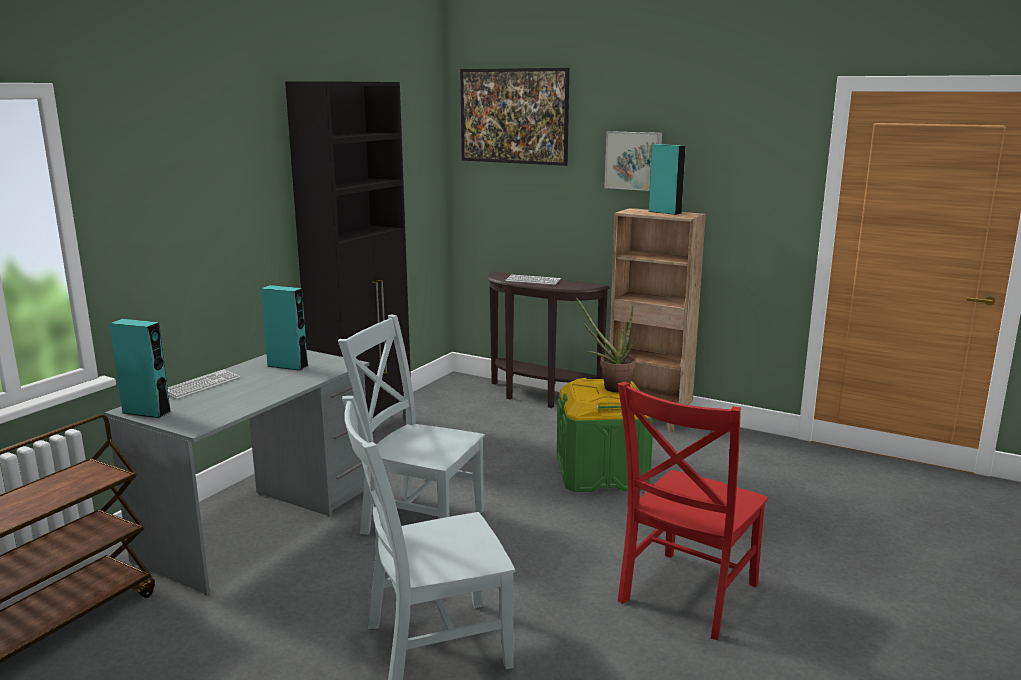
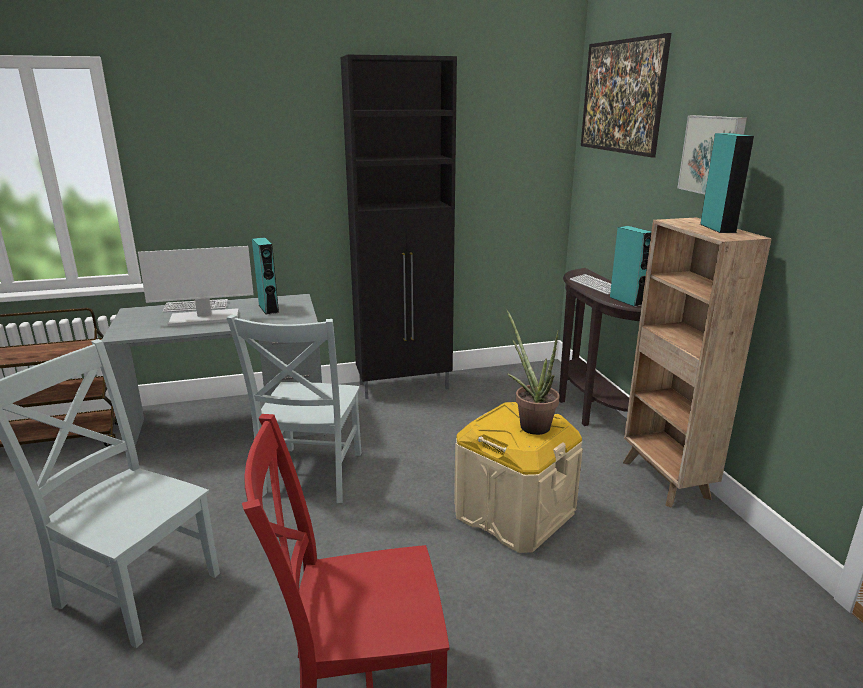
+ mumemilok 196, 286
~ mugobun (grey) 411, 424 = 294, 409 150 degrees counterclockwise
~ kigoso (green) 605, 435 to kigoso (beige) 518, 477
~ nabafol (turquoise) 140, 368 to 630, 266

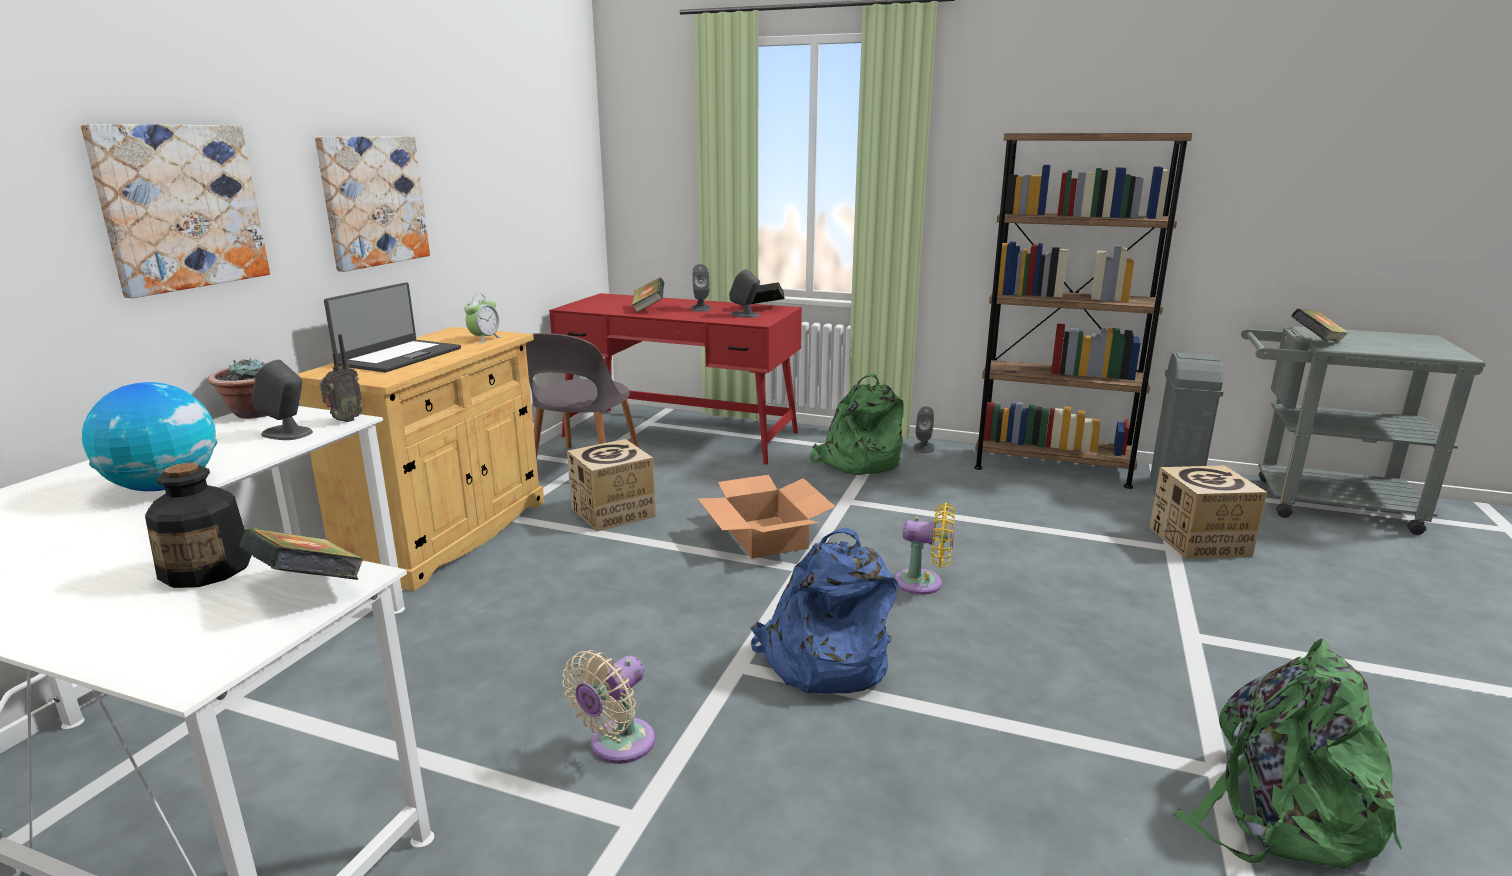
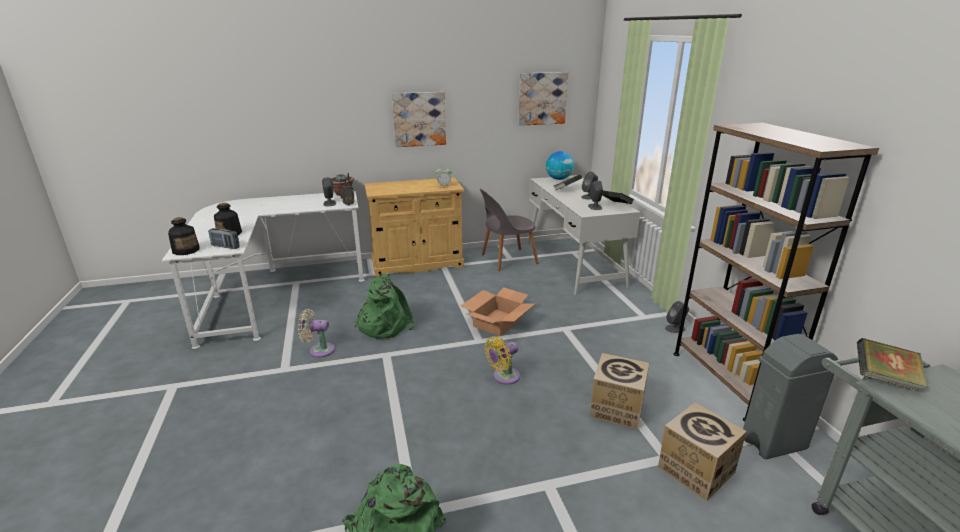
+ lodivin 184, 236
~ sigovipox 302, 554 to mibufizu 224, 238
~ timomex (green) 857, 424 to 384, 306
~ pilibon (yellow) 925, 549 = 502, 360 75 degrees clockwise
~ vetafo 175, 211 to 543, 99
~ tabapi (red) 675, 379 to tabapi (white) 584, 235
~ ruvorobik 149, 436 to 560, 165
~ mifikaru 611, 485 to 619, 391
- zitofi 392, 327
- timomex (blue) 824, 610

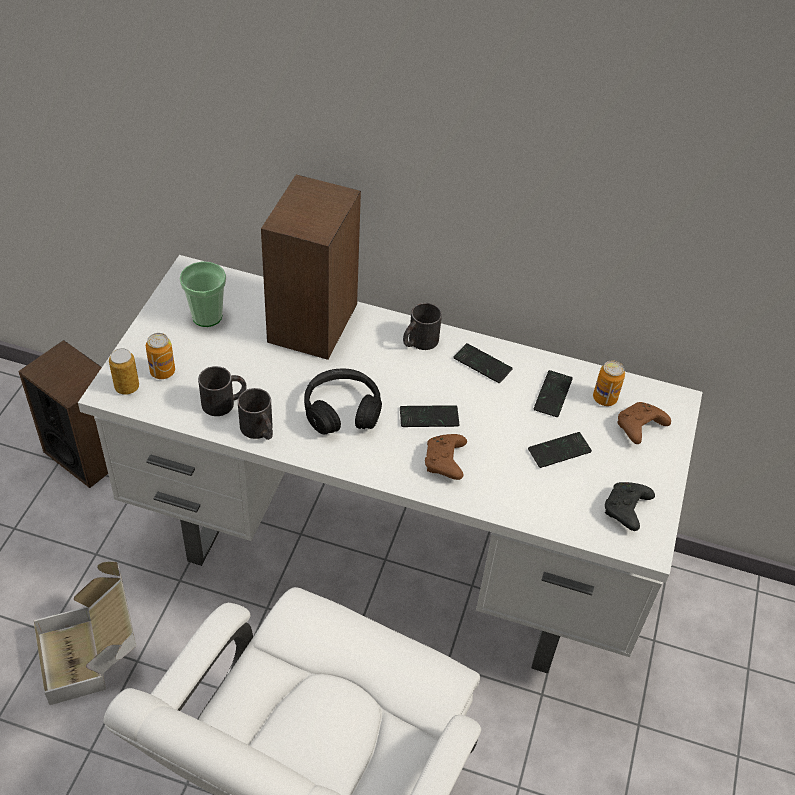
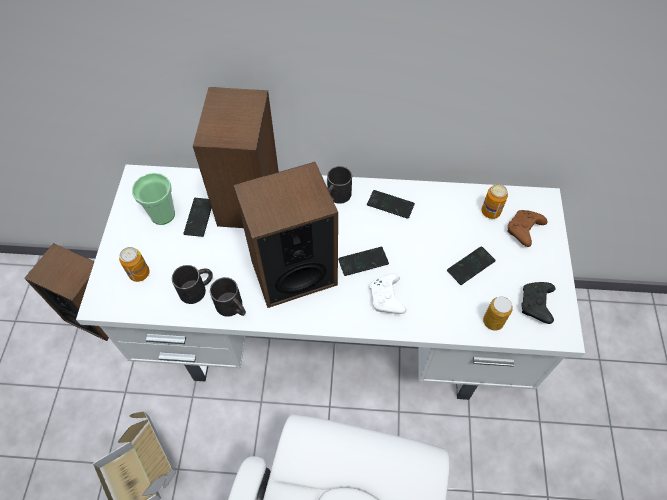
~ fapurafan 553, 393 to 197, 217
~ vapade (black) 343, 401 to nabafol 285, 235
~ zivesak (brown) 446, 457 to zivesak (white) 388, 293
~ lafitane 124, 371 to 498, 313

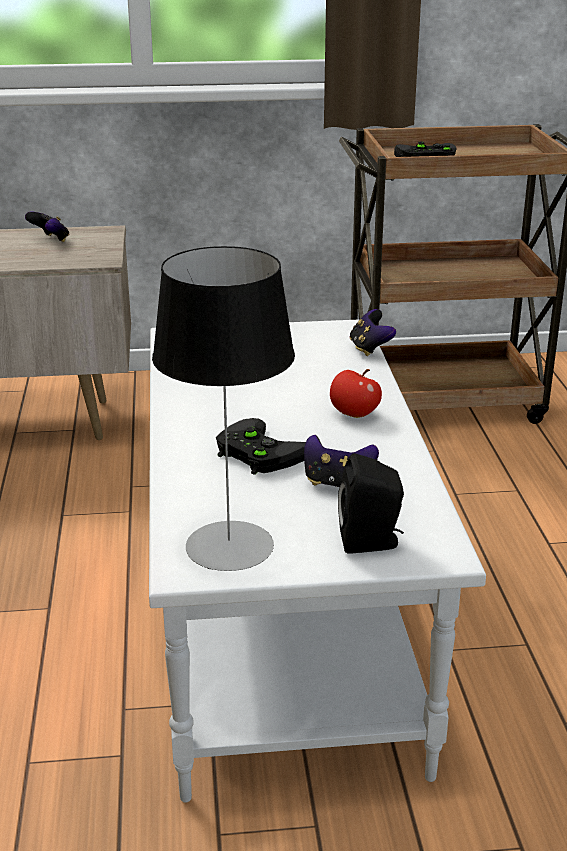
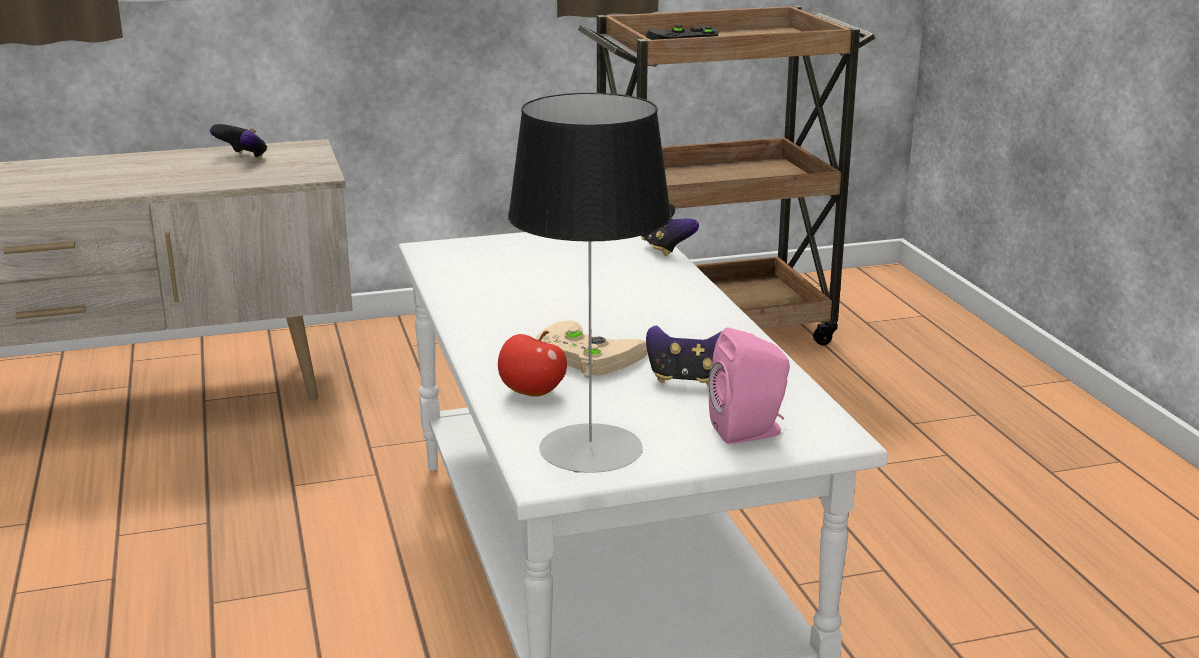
~ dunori 356, 393 to 532, 364
~ zivesak (black) 261, 446 to zivesak (beige) 591, 349
~ nabafol (black) 371, 503 to nabafol (pink) 749, 386

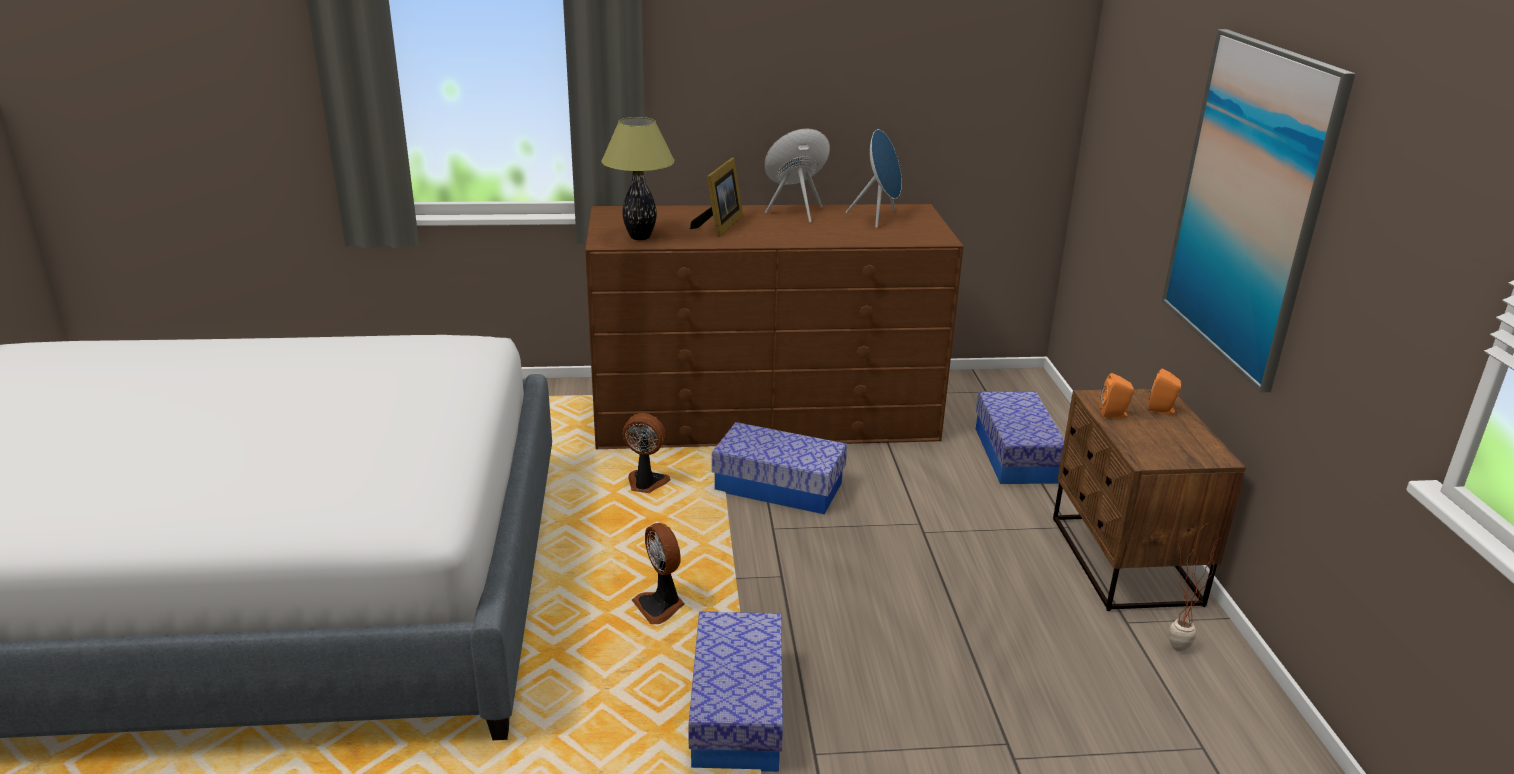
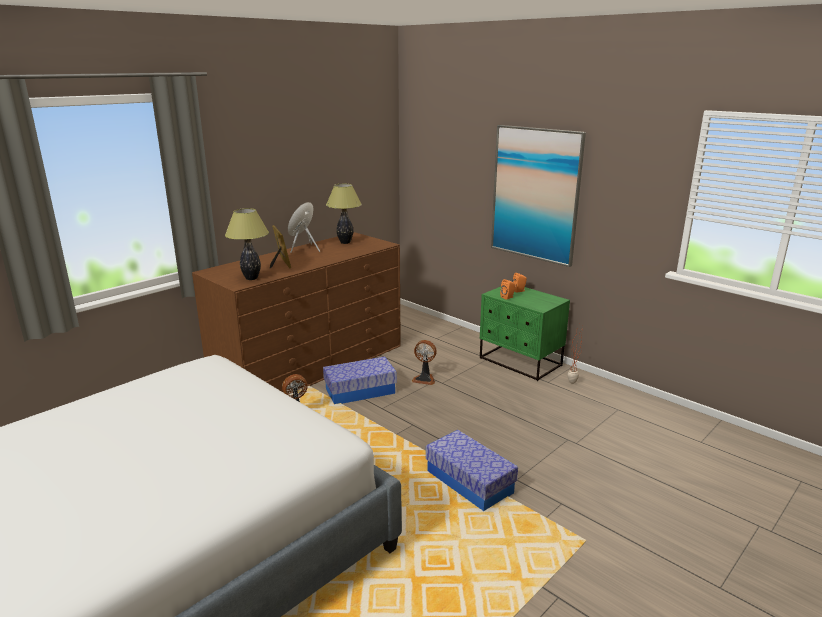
~ nabafol (blue) 874, 178 to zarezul 344, 214
~ pilibon 658, 573 to 424, 362
~ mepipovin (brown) 1149, 500 to mepipovin (green) 525, 333
- kigoso 1020, 437

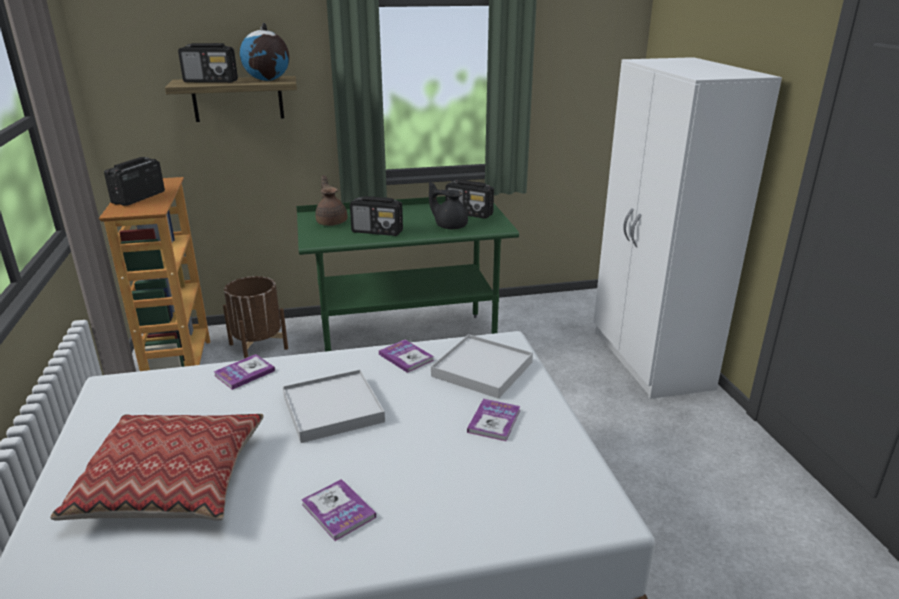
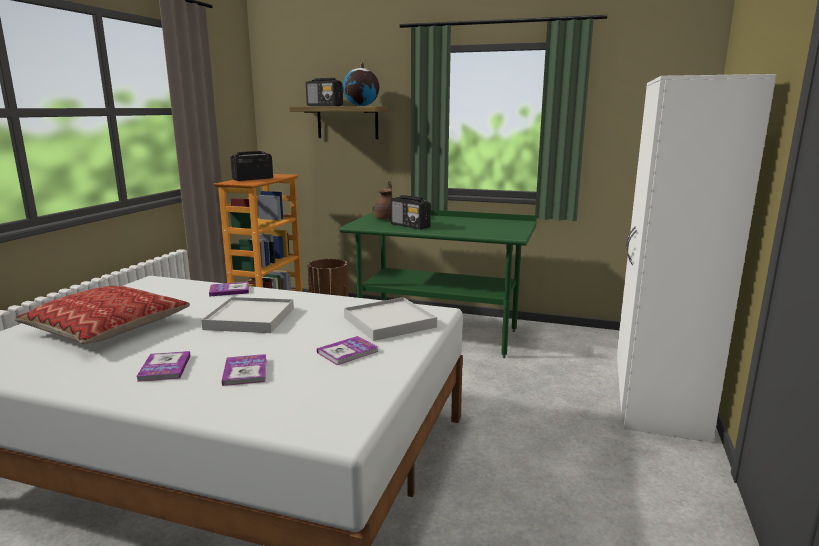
~ sigovipox 406, 356 to 244, 370
- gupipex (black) 448, 205
- mibufizu 470, 199

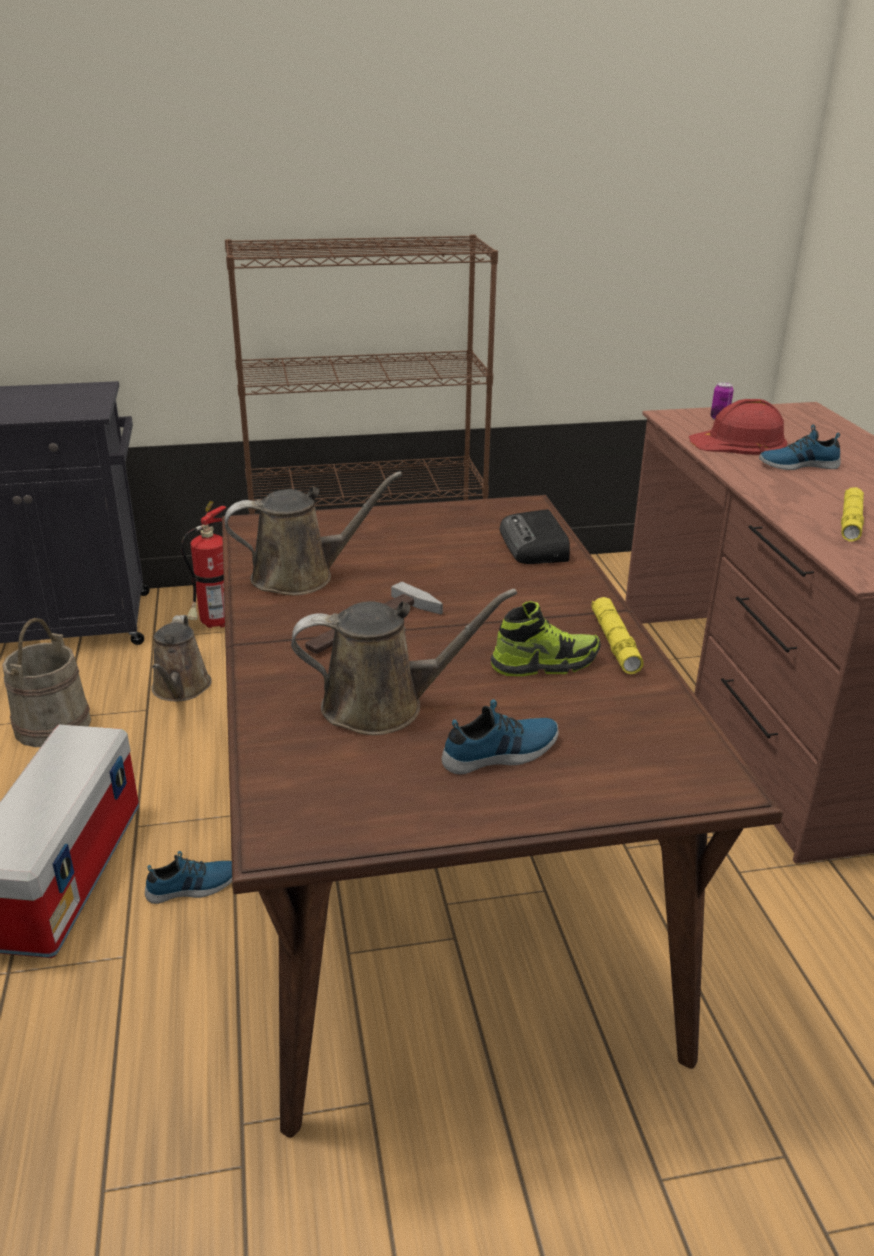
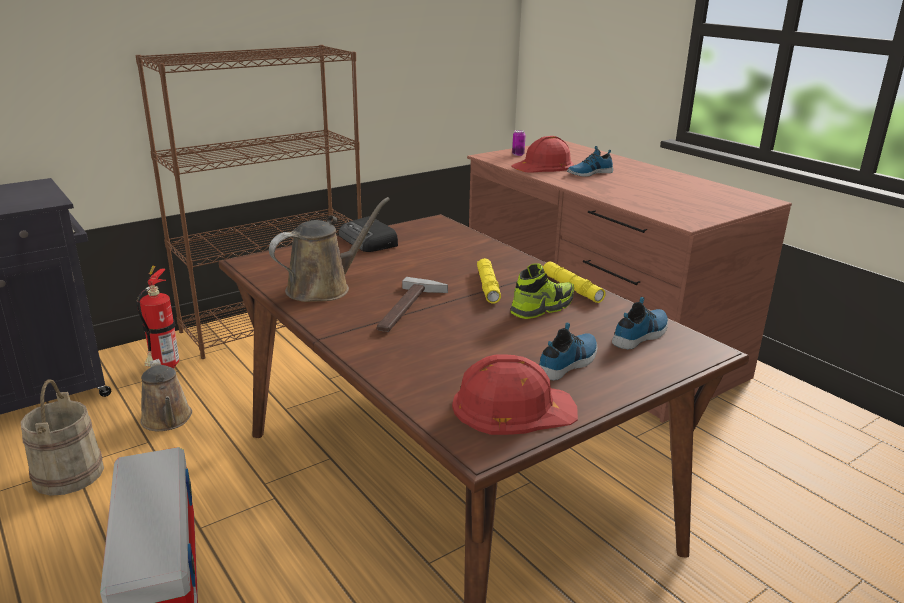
~ mibufizu 535, 536 to 368, 234
+ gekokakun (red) 515, 394
~ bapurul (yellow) 852, 514 to 489, 281
~ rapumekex 188, 877 to 640, 323
- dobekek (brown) 404, 662

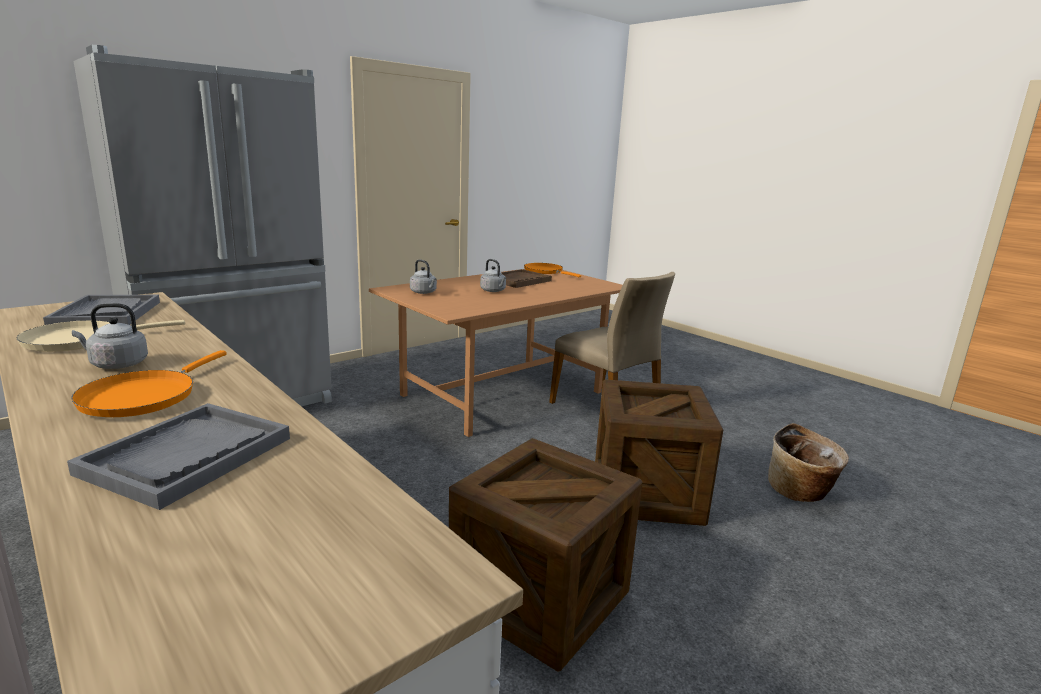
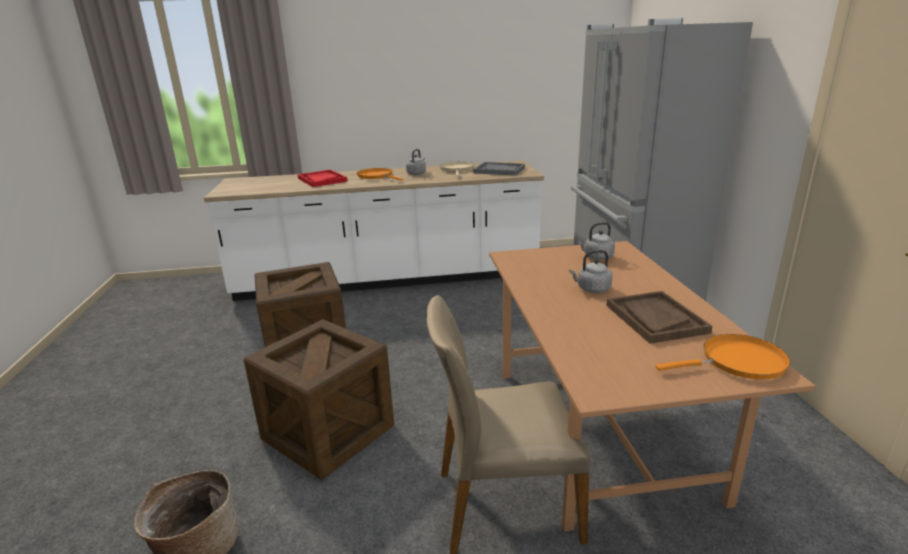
~ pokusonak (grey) 178, 456 to pokusonak (red) 322, 178

